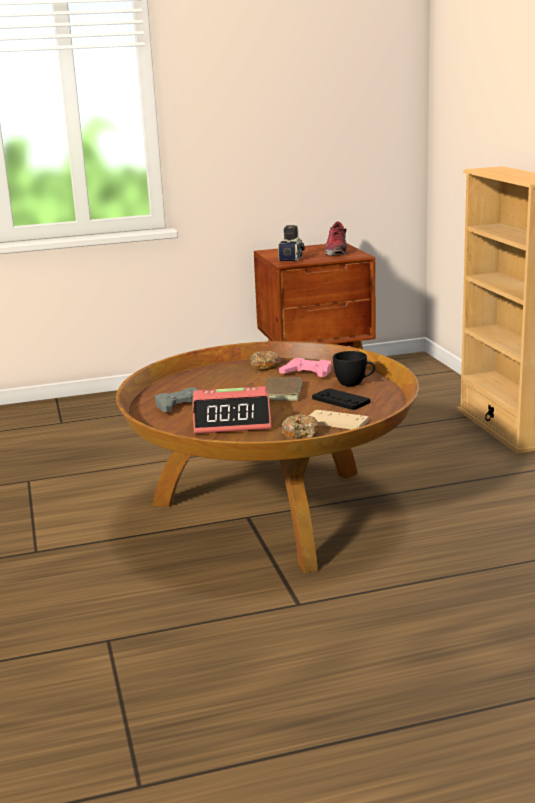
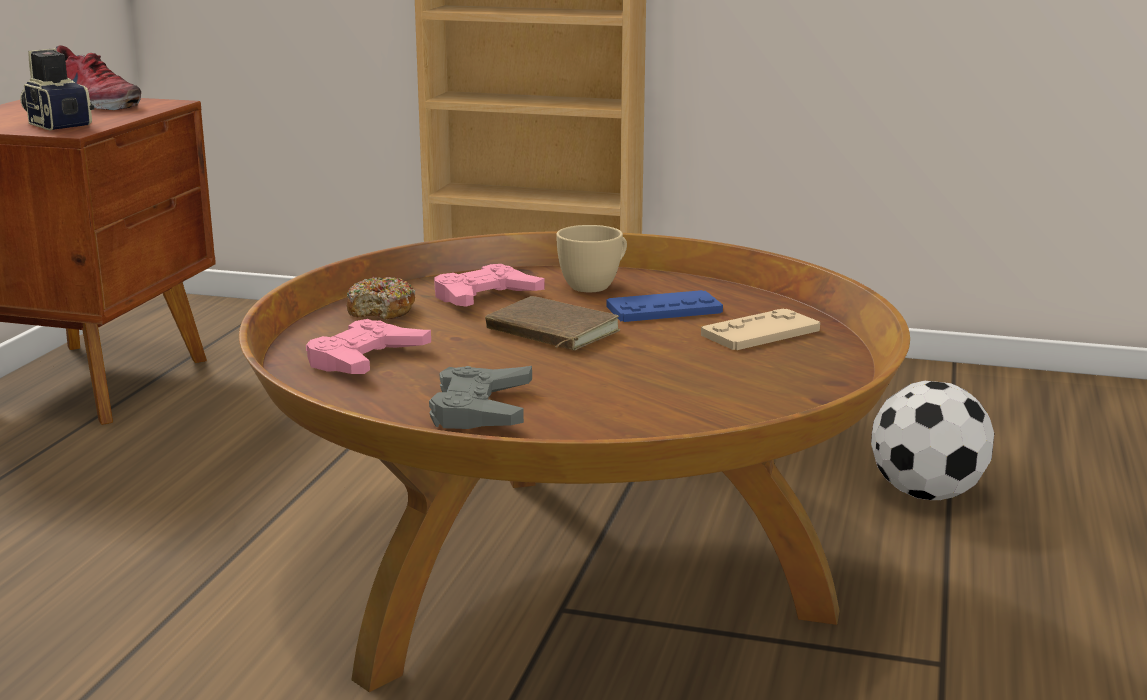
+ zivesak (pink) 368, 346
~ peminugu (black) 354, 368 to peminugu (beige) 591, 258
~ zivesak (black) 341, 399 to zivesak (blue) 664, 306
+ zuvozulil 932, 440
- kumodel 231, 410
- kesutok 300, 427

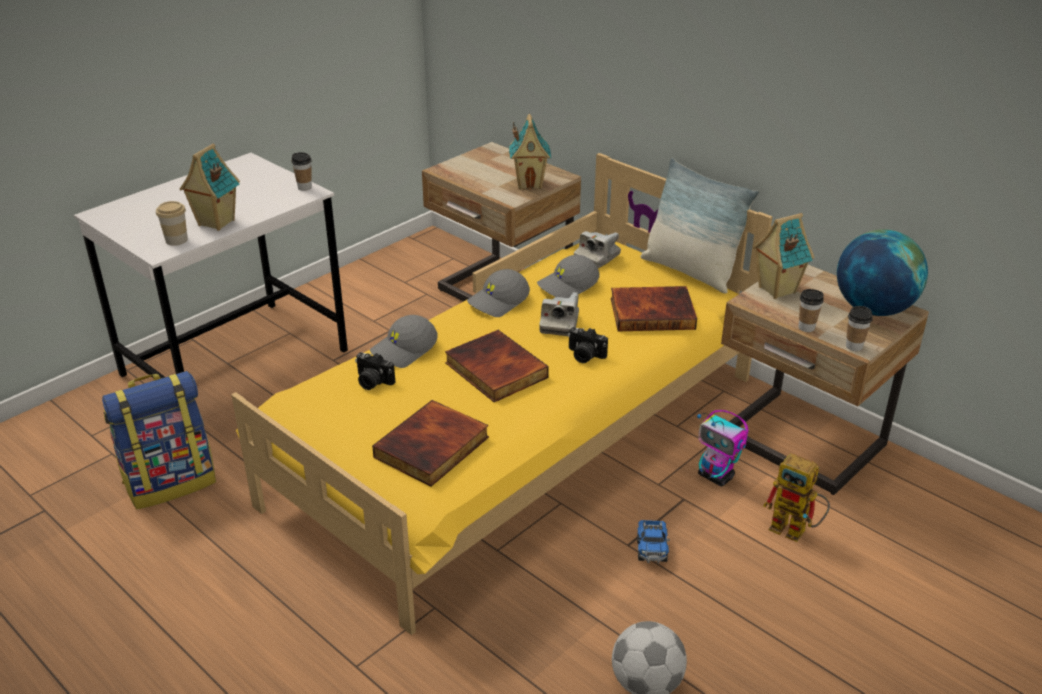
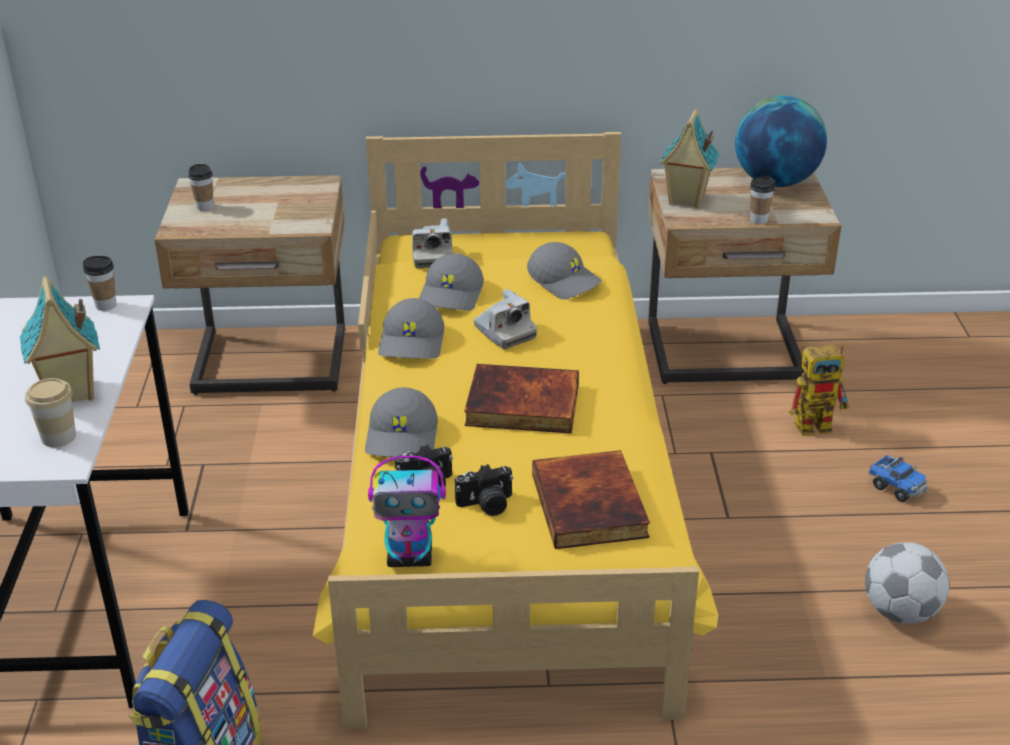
~ peminugu 859, 328 to 201, 187
~ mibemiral 723, 448 to 407, 511
~ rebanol 588, 345 to 484, 490
~ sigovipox 654, 308 to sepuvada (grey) 564, 271
~ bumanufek 653, 542 to 898, 478
- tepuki 530, 151
- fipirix 699, 226

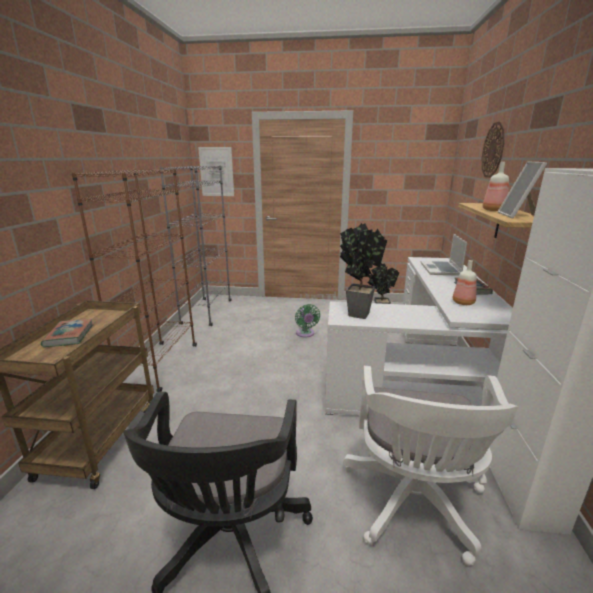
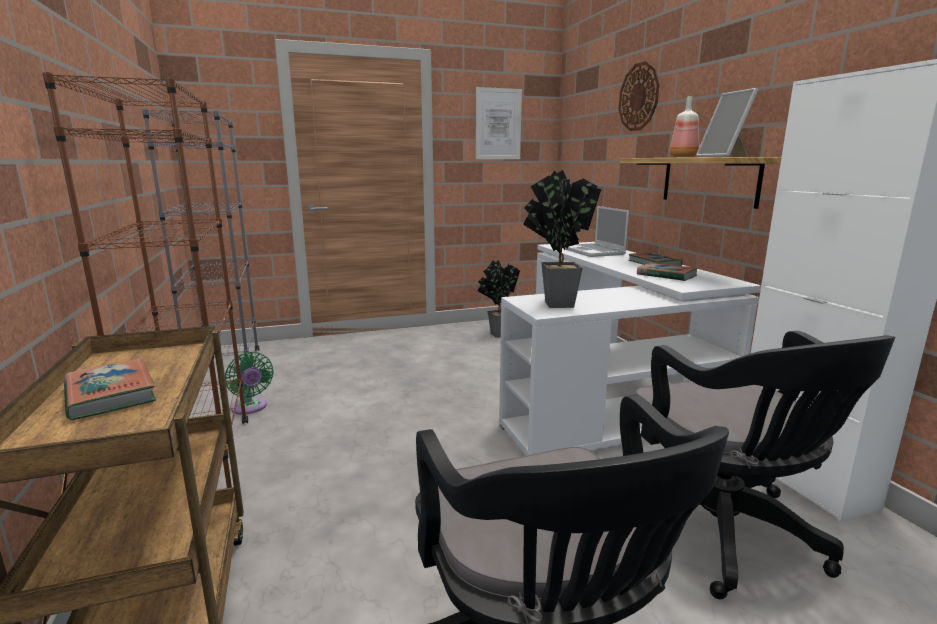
~ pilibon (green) 307, 320 to 249, 383
~ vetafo 216, 171 to 499, 123
~ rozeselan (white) 430, 466 to rozeselan (black) 766, 465
~ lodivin 465, 282 to sigovipox 667, 272

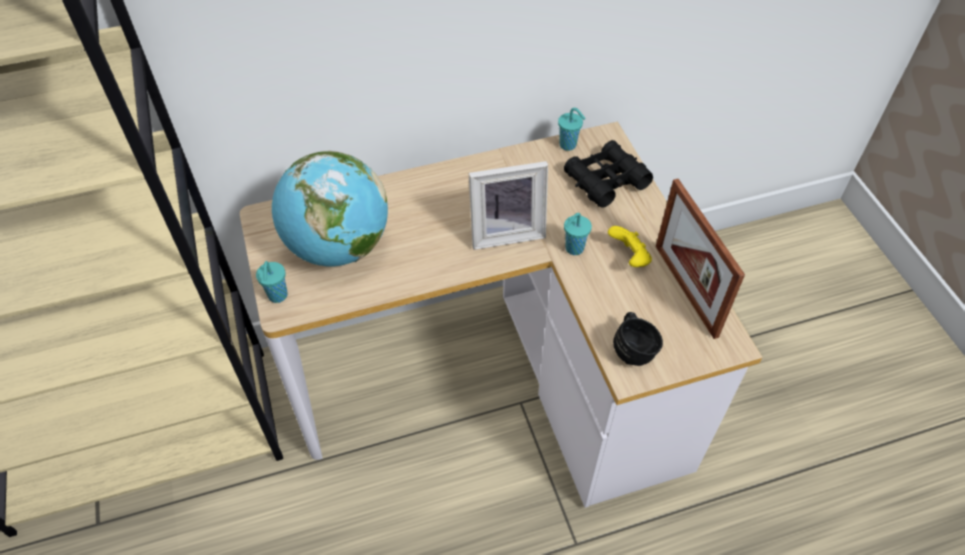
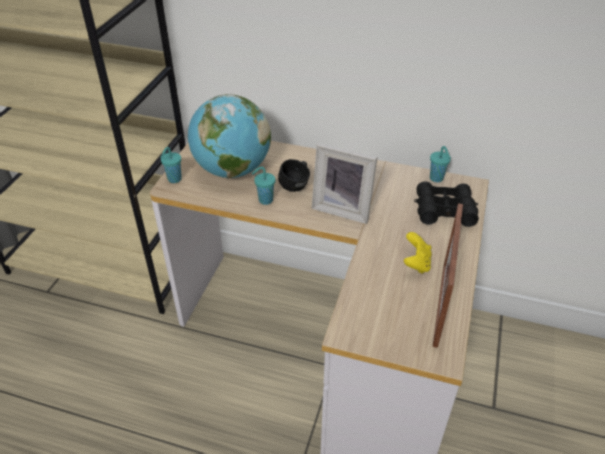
~ peminugu (turquoise) 578, 234 to 263, 186
~ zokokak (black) 638, 339 to 294, 175

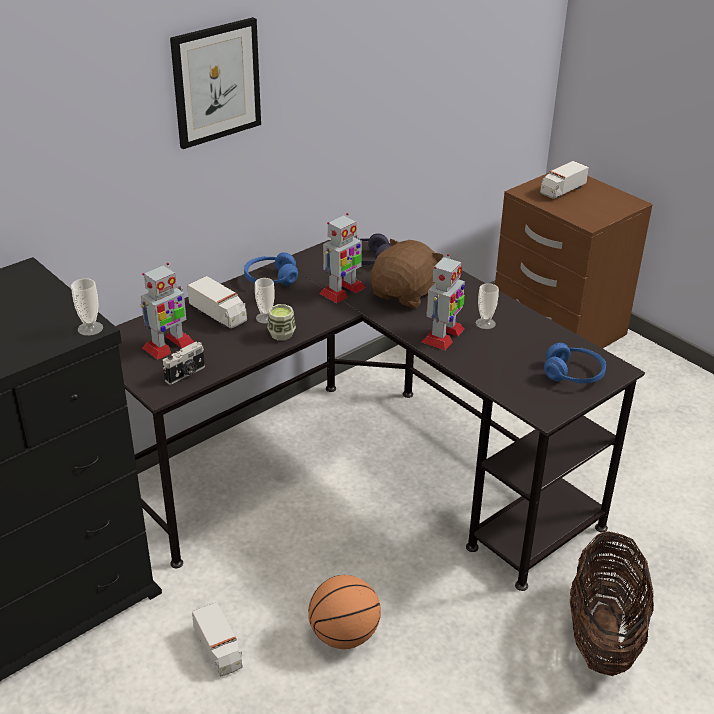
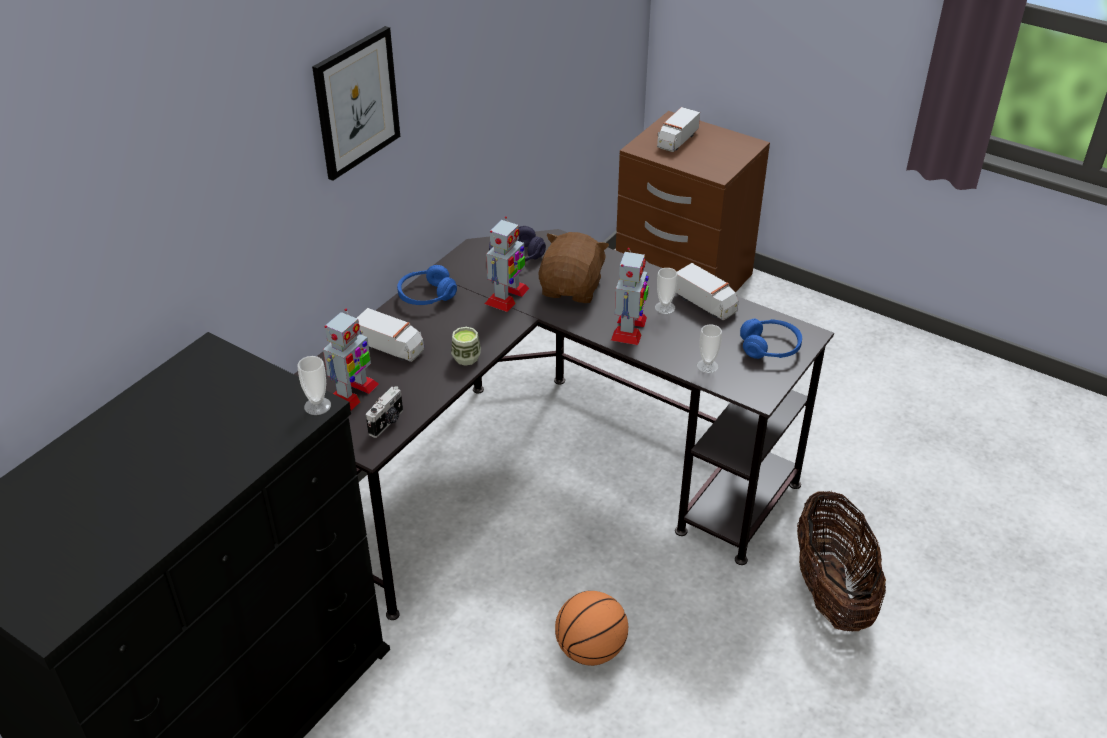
~ bumanufek 217, 639 to 706, 291
~ peminugu 265, 301 to 709, 348

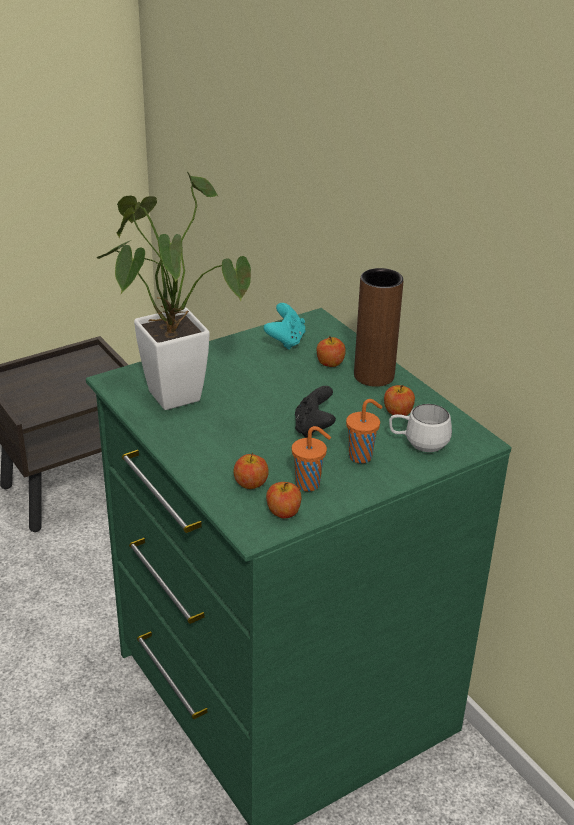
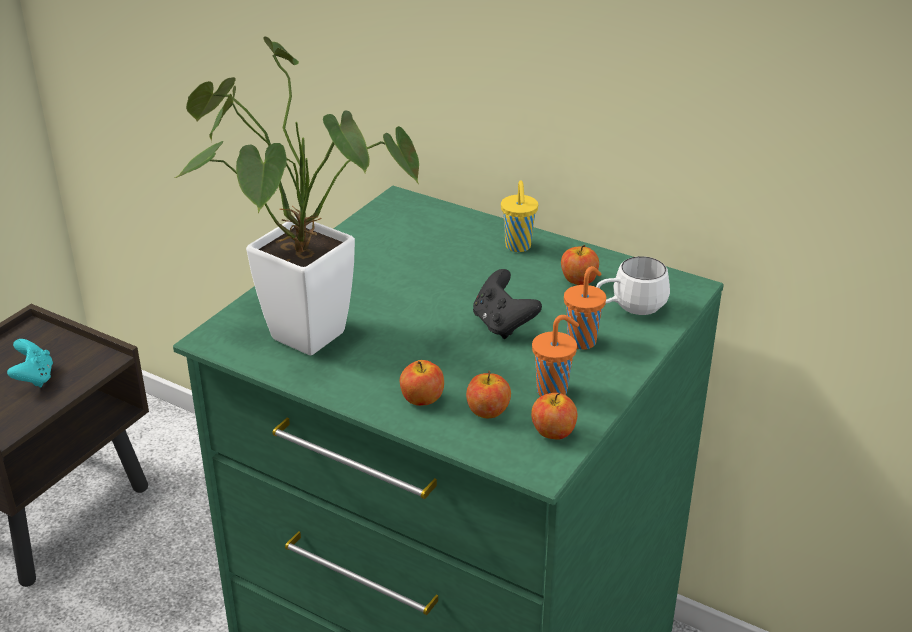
~ zivesak (turquoise) 285, 326 to 30, 363
~ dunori 331, 351 to 422, 383
~ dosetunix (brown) 379, 327 to peminugu (yellow) 519, 216

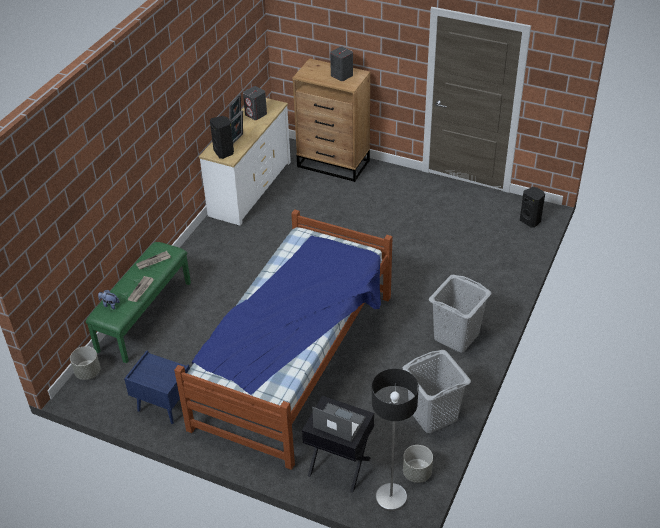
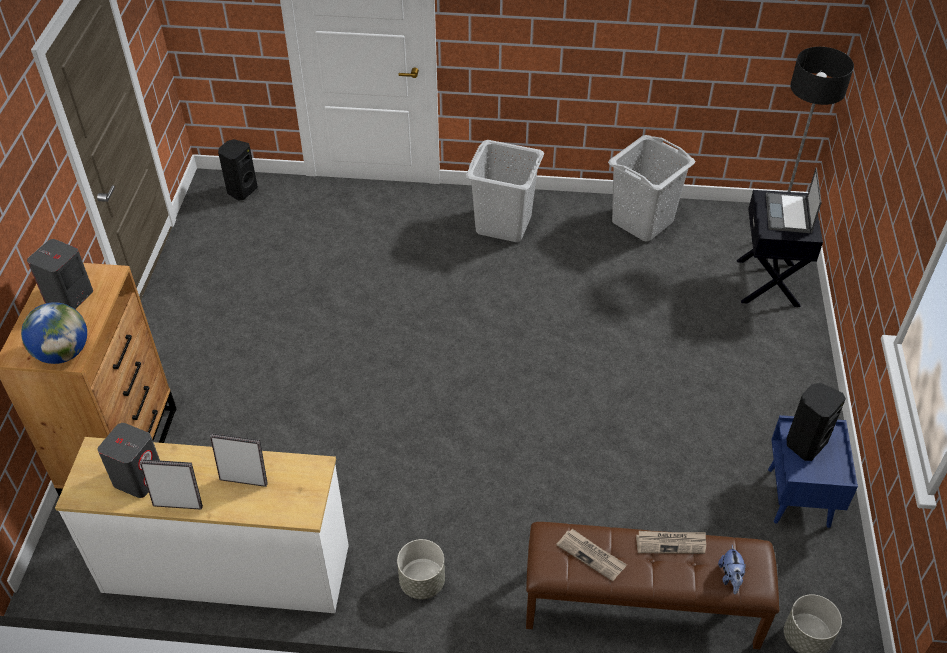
+ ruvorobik 54, 333
~ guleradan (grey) 418, 464 to 421, 569
~ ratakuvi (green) 138, 302 to ratakuvi (brown) 652, 585
~ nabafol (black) 222, 137 to 816, 422
- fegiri 283, 339

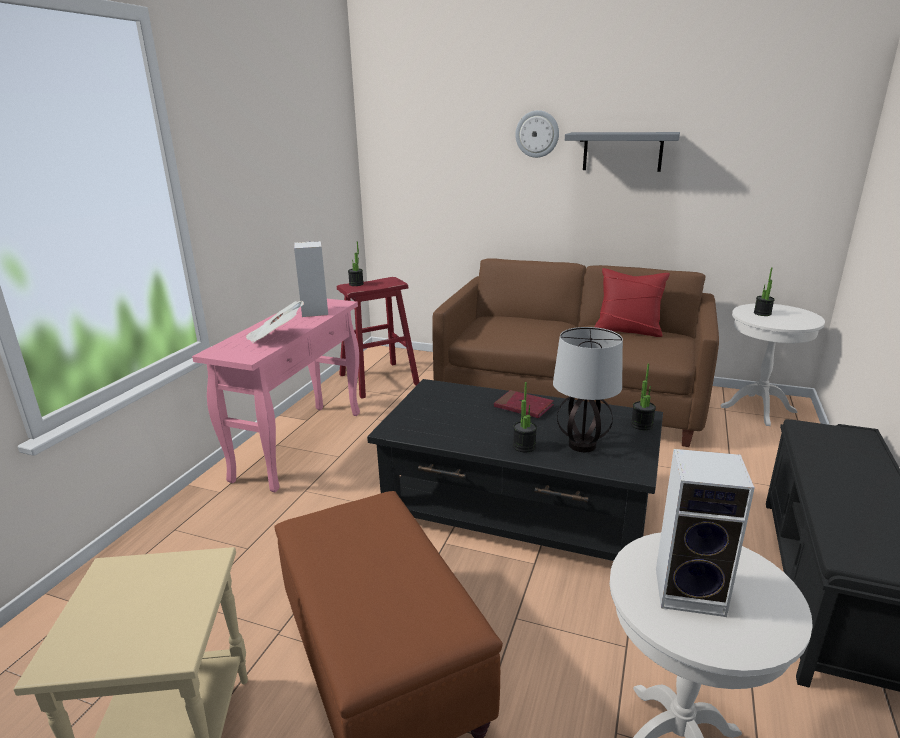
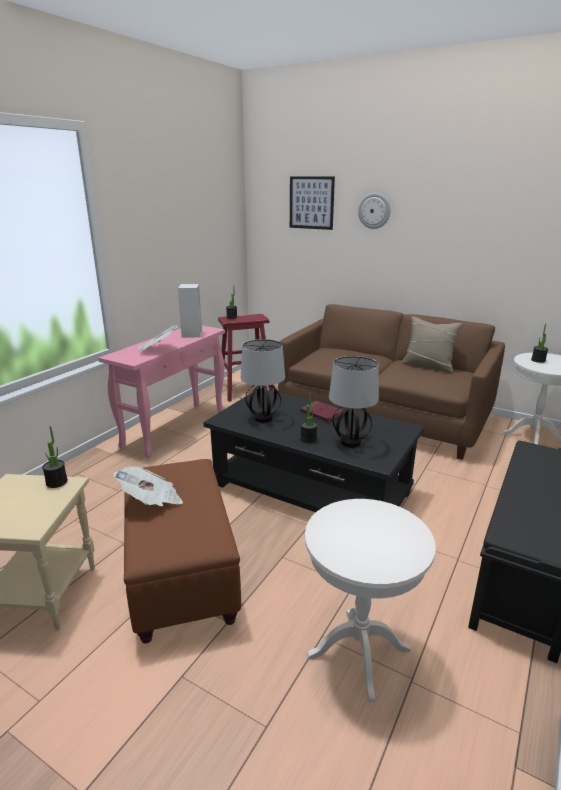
~ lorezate 643, 397 to 55, 457
+ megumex 148, 486
+ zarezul 263, 381
+ vetafo 312, 203
~ fipirix (red) 632, 302 to fipirix (beige) 431, 344
- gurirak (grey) 622, 152
- nabafol 705, 533

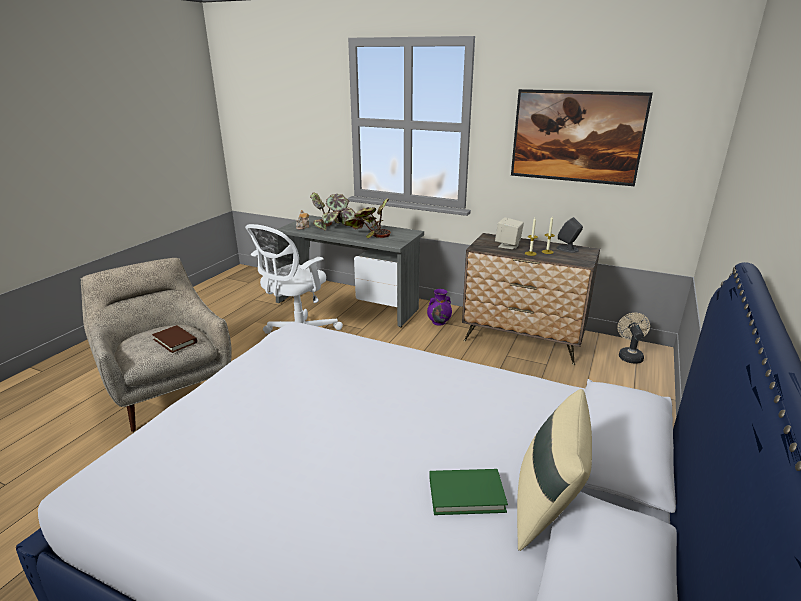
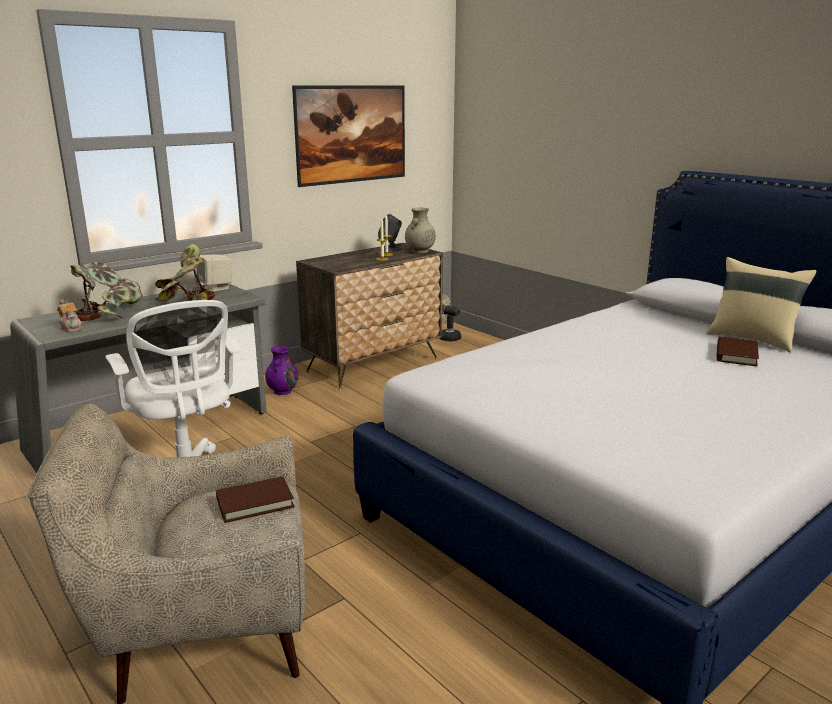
~ nabafol (beige) 509, 233 to 214, 273
+ dosetunix (beige) 420, 230
~ sigovipox (green) 468, 492 to sigovipox (brown) 737, 351

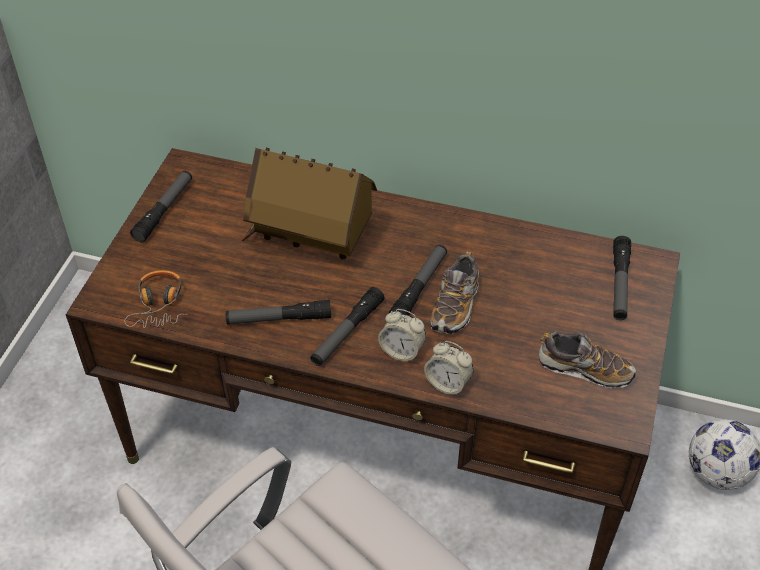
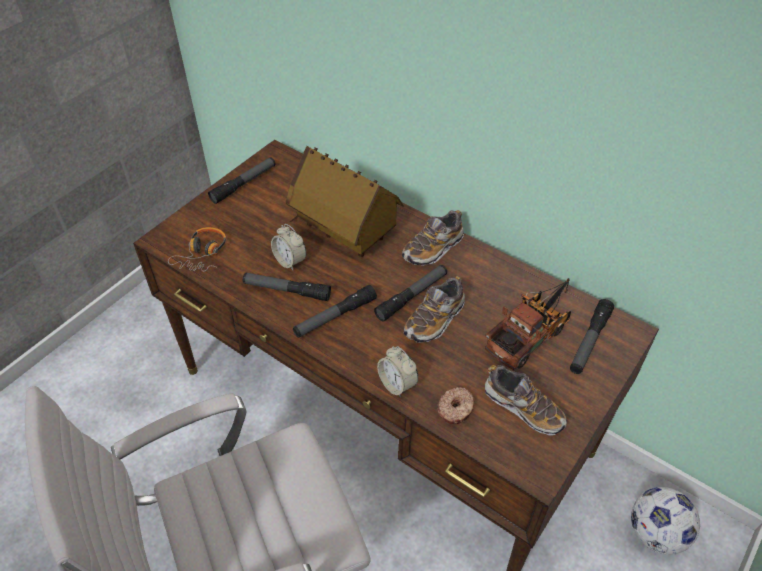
~ kumodel 402, 335 to 288, 247
+ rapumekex 433, 238
+ kesutok 456, 405
+ bumanufek 528, 324

